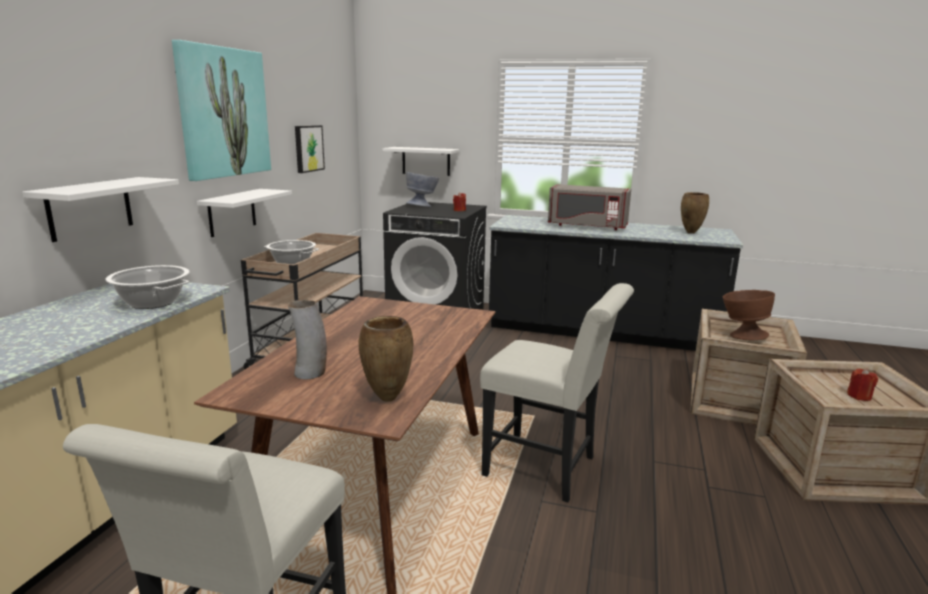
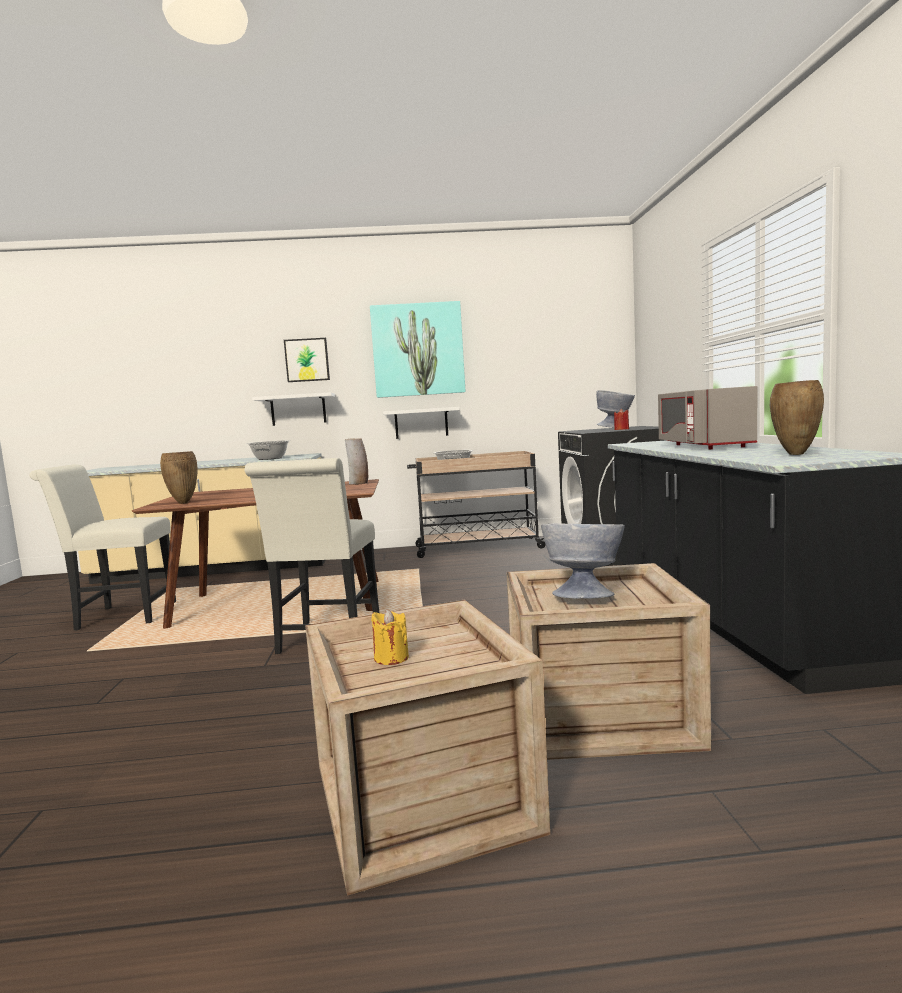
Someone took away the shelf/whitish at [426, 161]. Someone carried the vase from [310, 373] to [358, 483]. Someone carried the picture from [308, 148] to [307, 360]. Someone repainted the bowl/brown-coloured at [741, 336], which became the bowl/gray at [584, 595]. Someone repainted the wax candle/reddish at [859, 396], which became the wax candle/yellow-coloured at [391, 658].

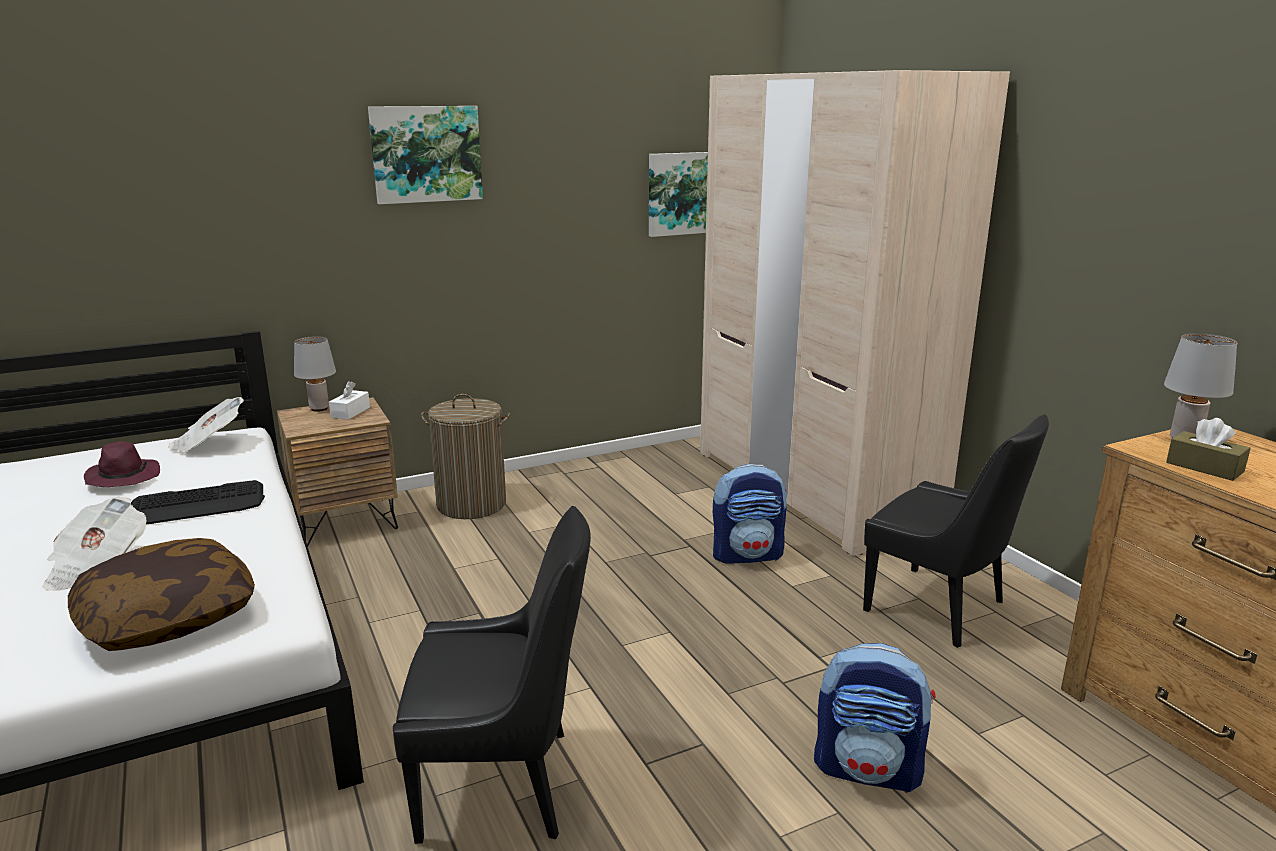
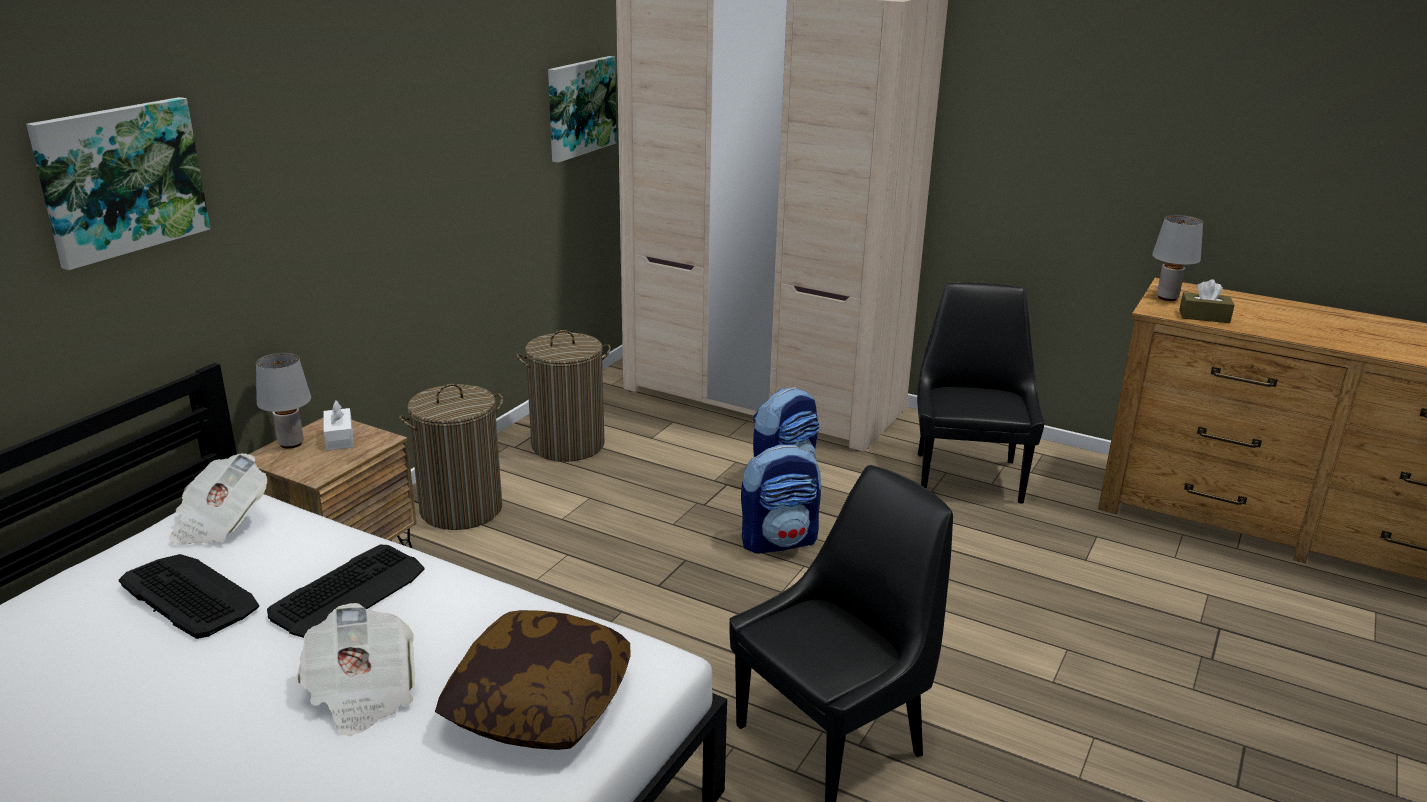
Someone put down the laundry basket at [568, 445]. Someone carried the picture from [426, 154] to [121, 179]. Someone carried the knapsack from [868, 769] to [779, 541]. Someone swapped the wearable hat/purplish at [122, 478] for the computer keyboard at [189, 595]. Someone rotated the upright chair/black-coloured at [939, 608] by 90 degrees counterclockwise.

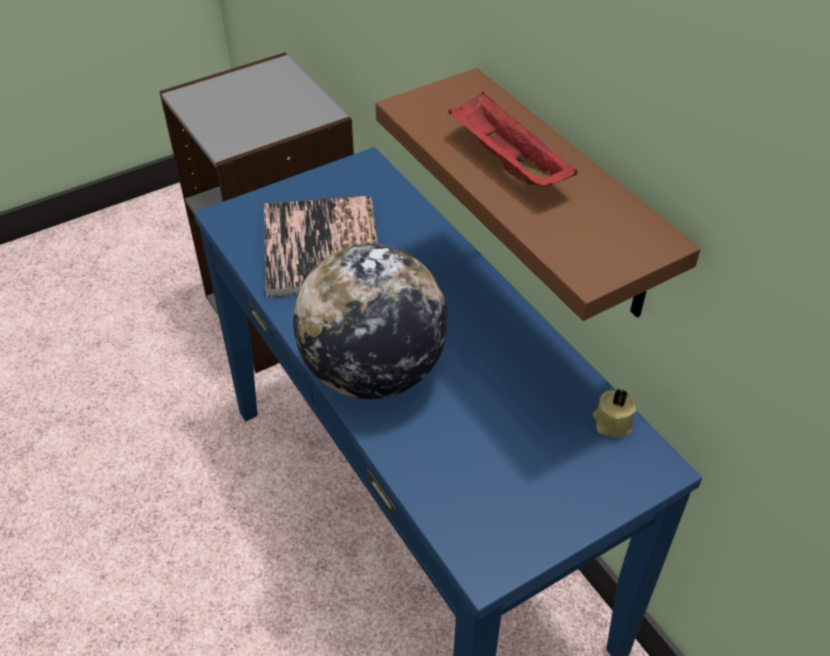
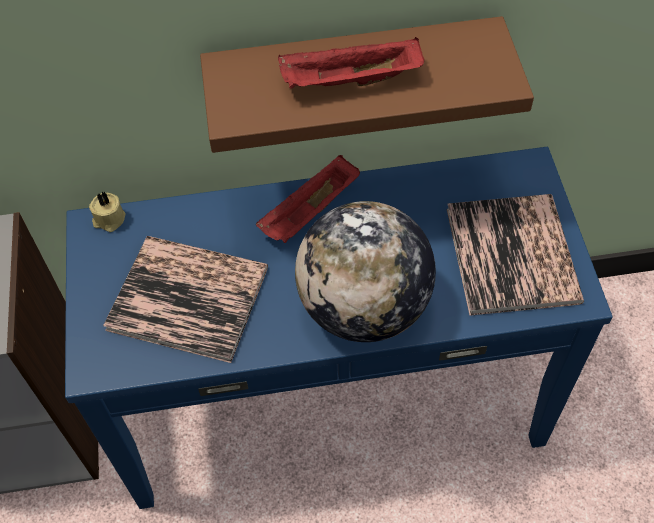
Someone put down the serving tray/reddish at [310, 213]. Someone put down the book at [512, 255]. Someone carried the wax candle/beige-coloured from [611, 423] to [109, 220].

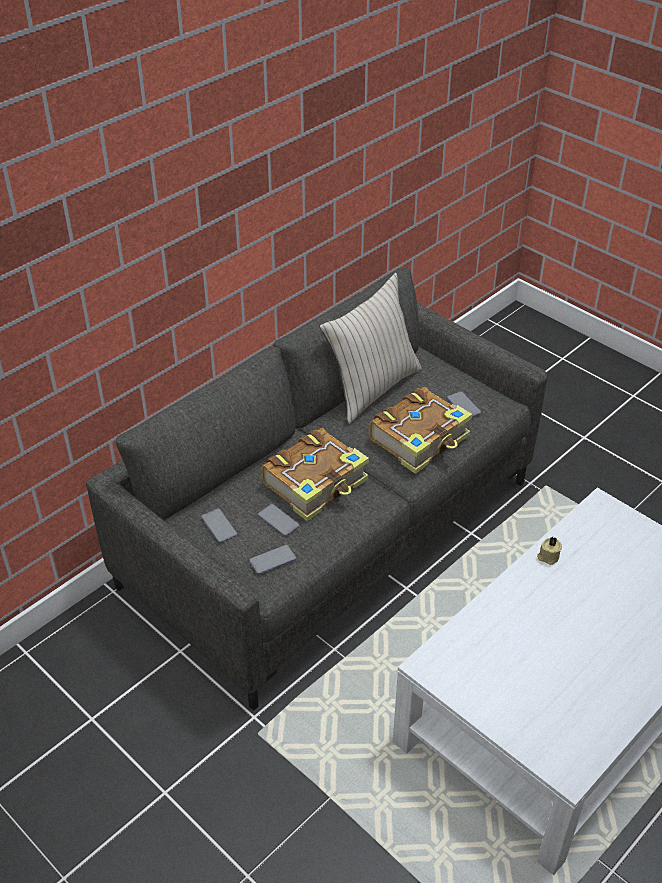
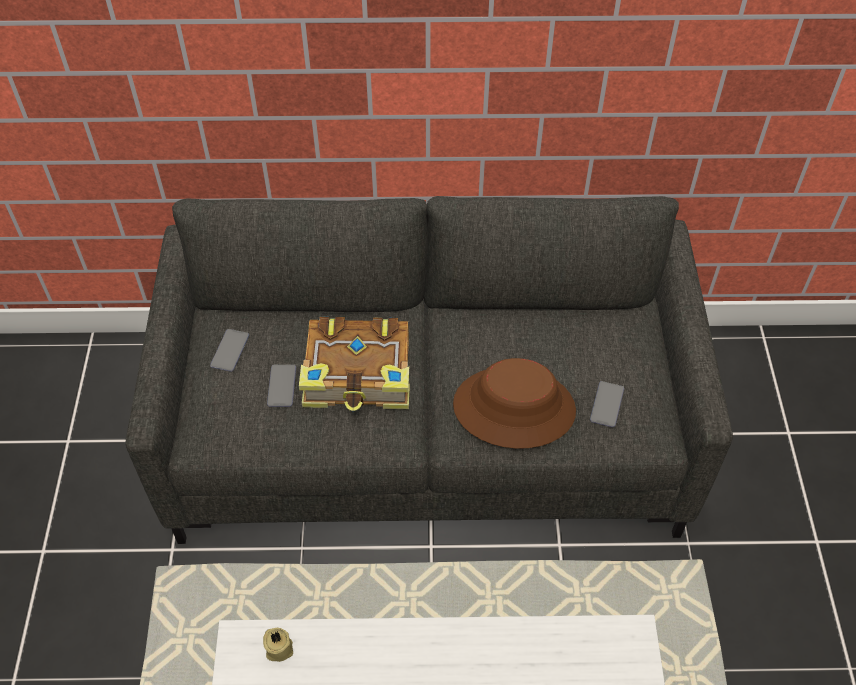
Someone took away the handset at [272, 560]. Someone took away the pillow/beige-coloured at [371, 388]. Someone carried the wax candle/beige-coloured from [548, 557] to [278, 648]. Someone swapped the book at [421, 439] for the wearable hat/brown-coloured at [514, 407].

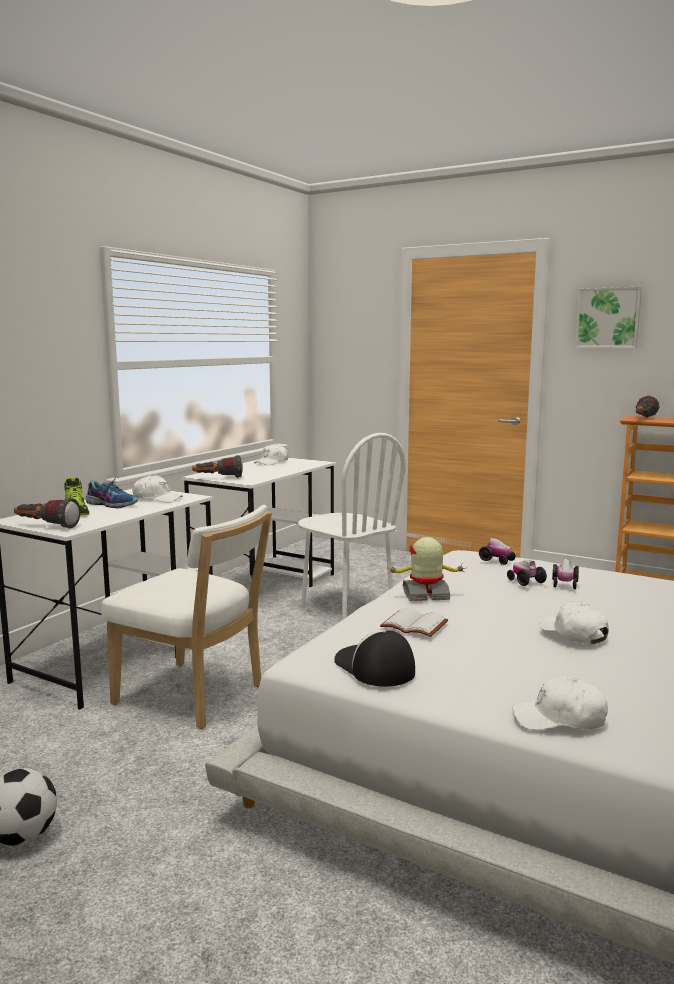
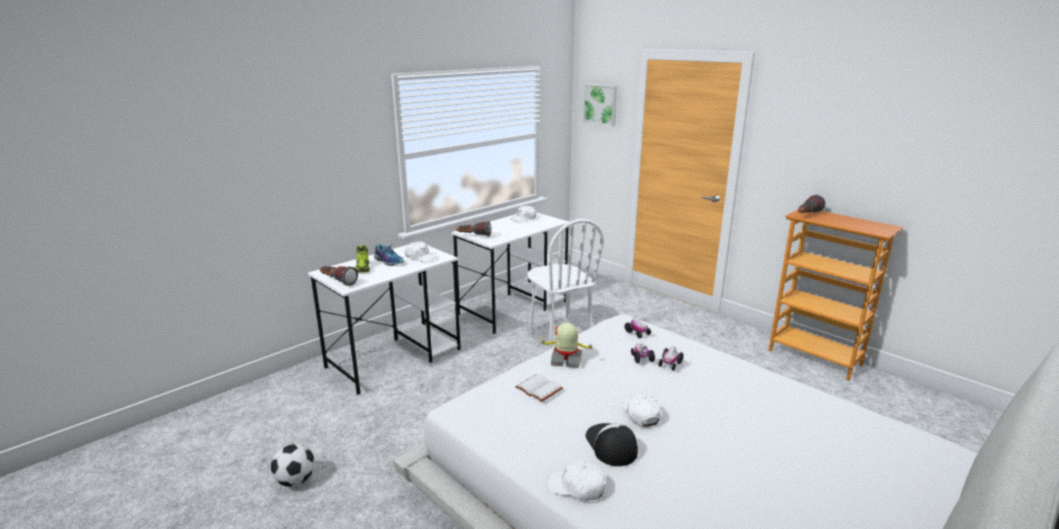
Someone took away the upright chair/whitish at [195, 697]. Someone carried the peaked cap from [374, 667] to [610, 445]. Someone carried the picture from [608, 318] to [601, 104].

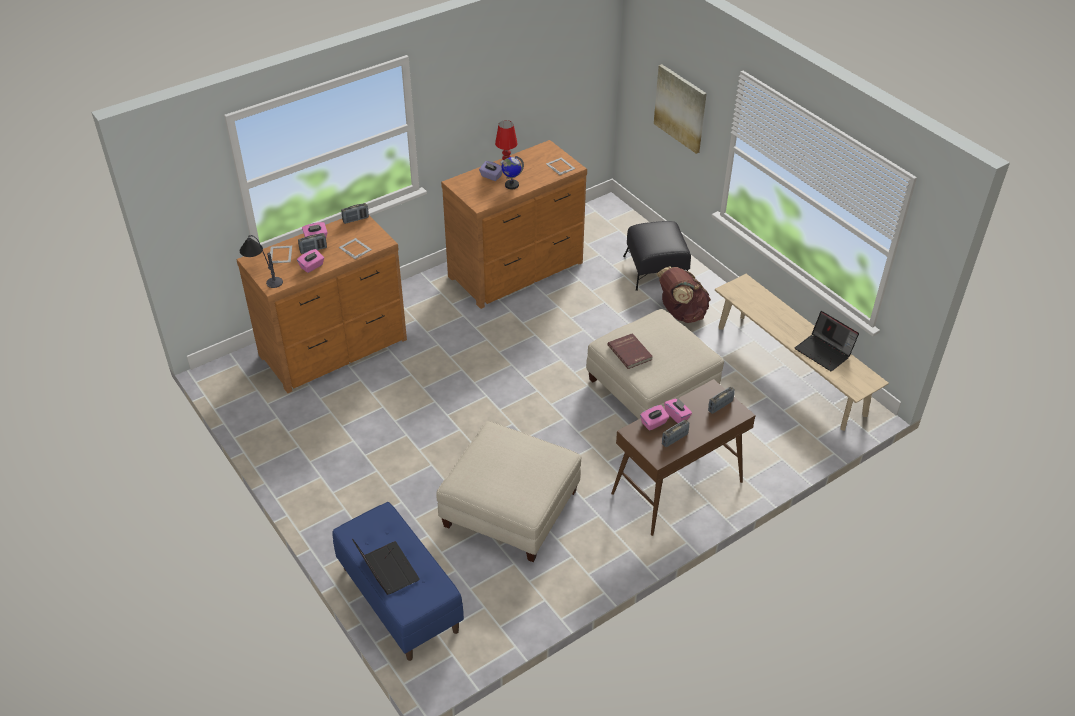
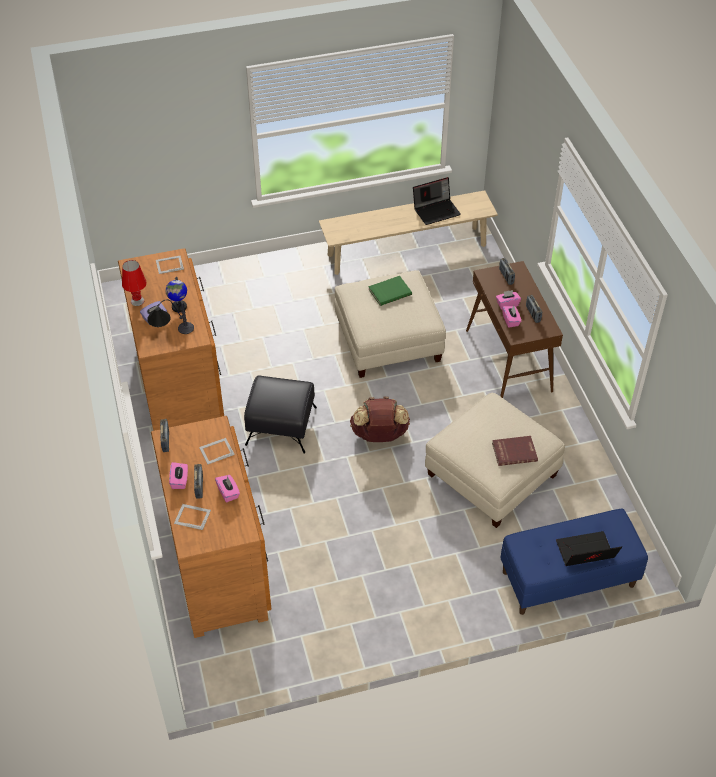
Someone took away the picture at [680, 108]. Someone put down the book/green at [389, 291]. Someone carried the lamp for a table from [262, 276] to [171, 335]. Someone carried the book/reddish from [630, 352] to [514, 451]. Someone carried the ottoman/black-coloured from [656, 269] to [280, 425]. Someone carried the knapsack/brown-coloured from [681, 313] to [379, 435].

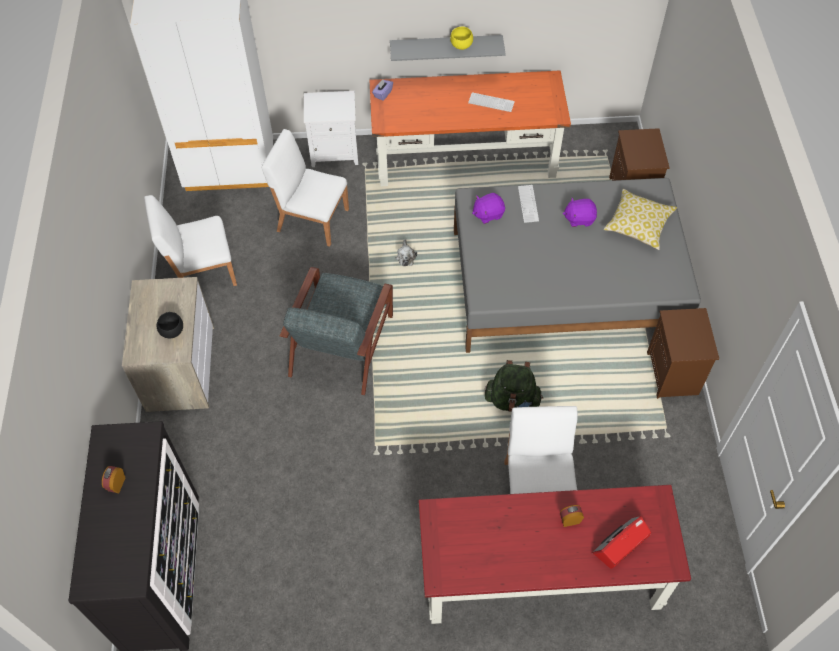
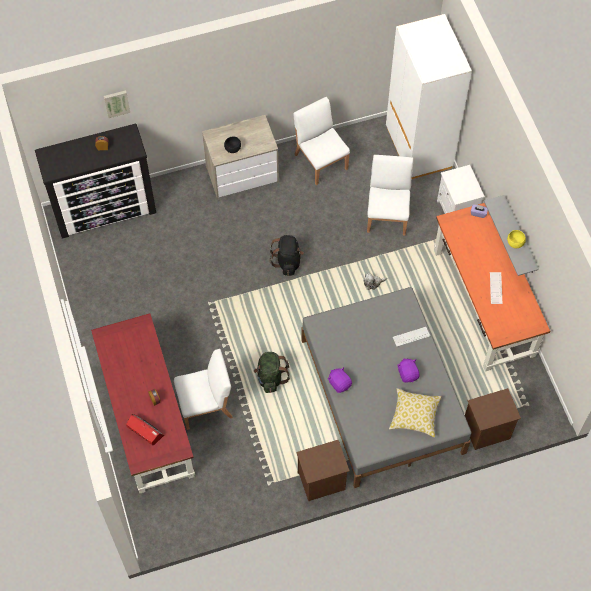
Someone put up the picture at [116, 103]. Someone carried the soft toy/purplish from [488, 214] to [339, 383]. Someone swapped the lounge chair/gray at [342, 343] for the knapsack/black-coloured at [287, 261].

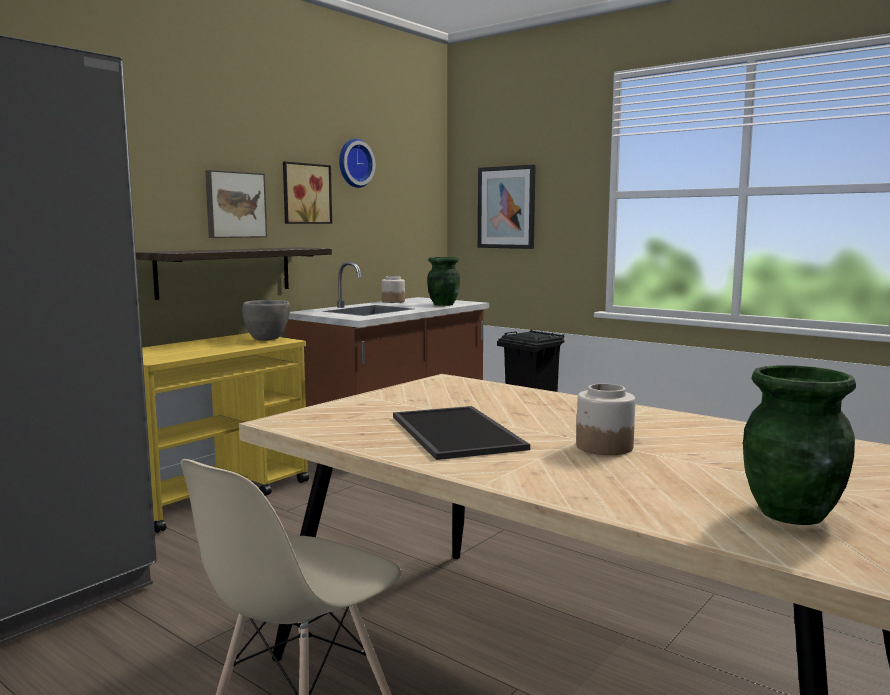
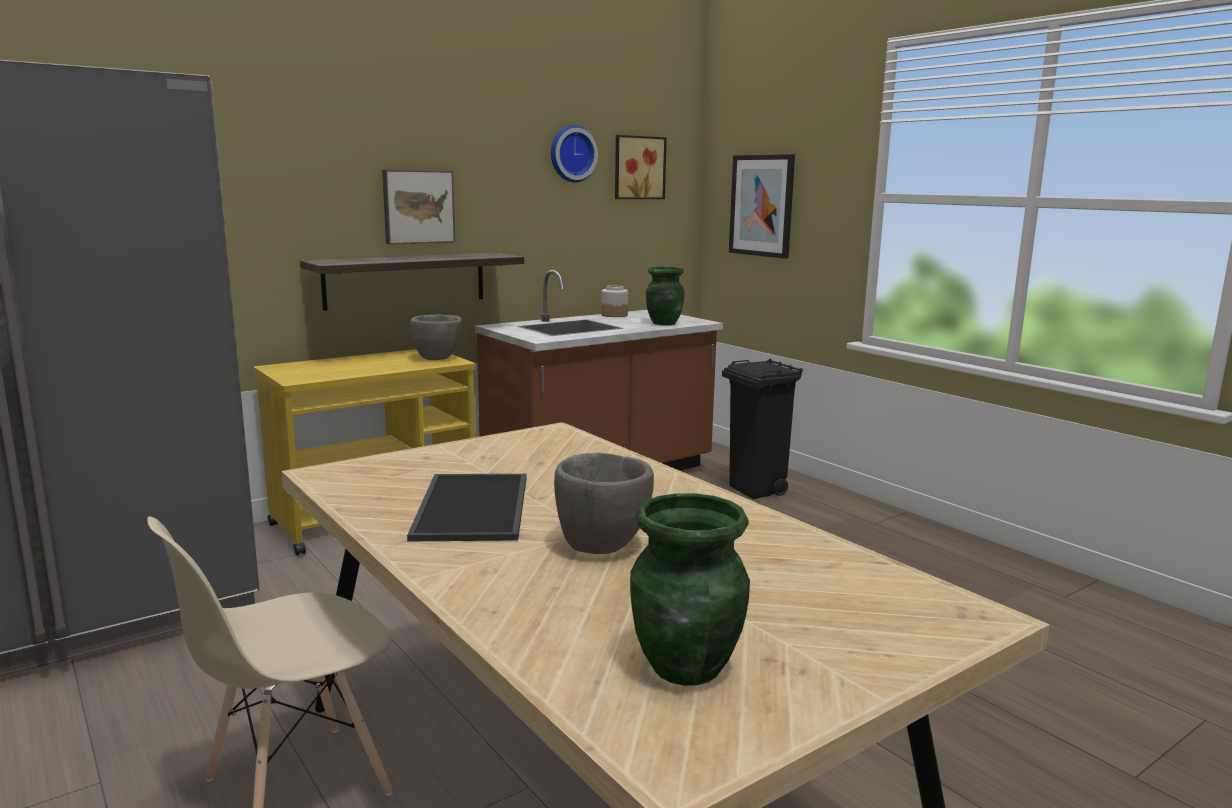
Someone carried the picture from [305, 193] to [638, 168]. Someone swapped the storage jar at [604, 447] for the bowl/gray at [602, 545].

